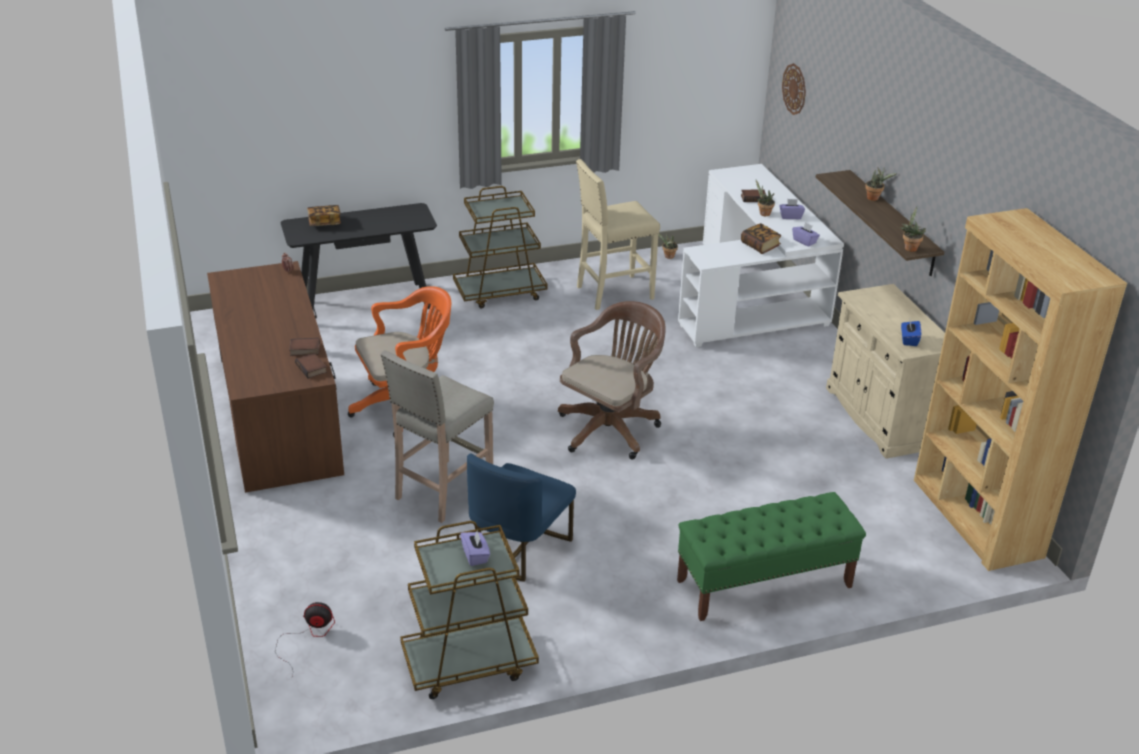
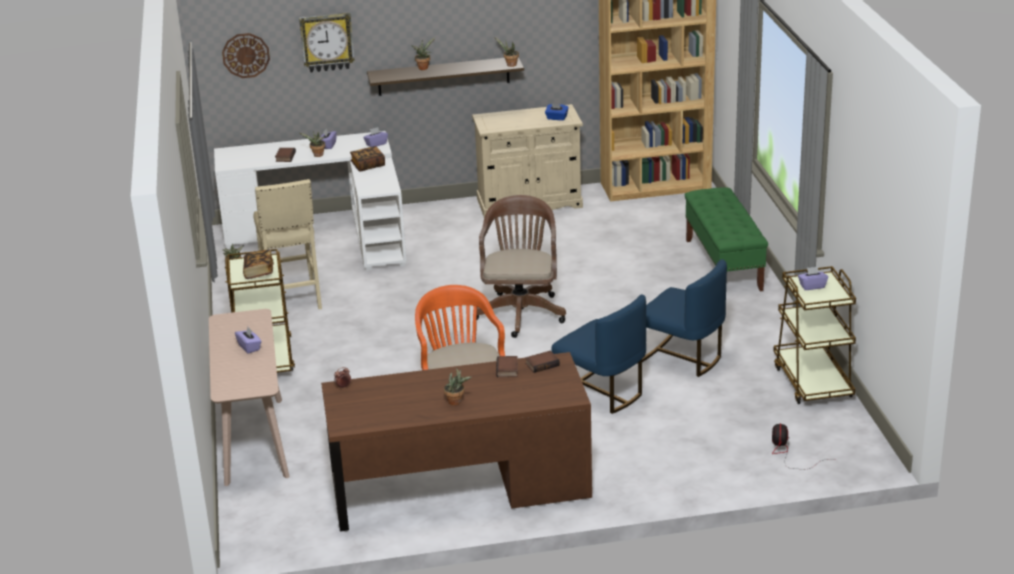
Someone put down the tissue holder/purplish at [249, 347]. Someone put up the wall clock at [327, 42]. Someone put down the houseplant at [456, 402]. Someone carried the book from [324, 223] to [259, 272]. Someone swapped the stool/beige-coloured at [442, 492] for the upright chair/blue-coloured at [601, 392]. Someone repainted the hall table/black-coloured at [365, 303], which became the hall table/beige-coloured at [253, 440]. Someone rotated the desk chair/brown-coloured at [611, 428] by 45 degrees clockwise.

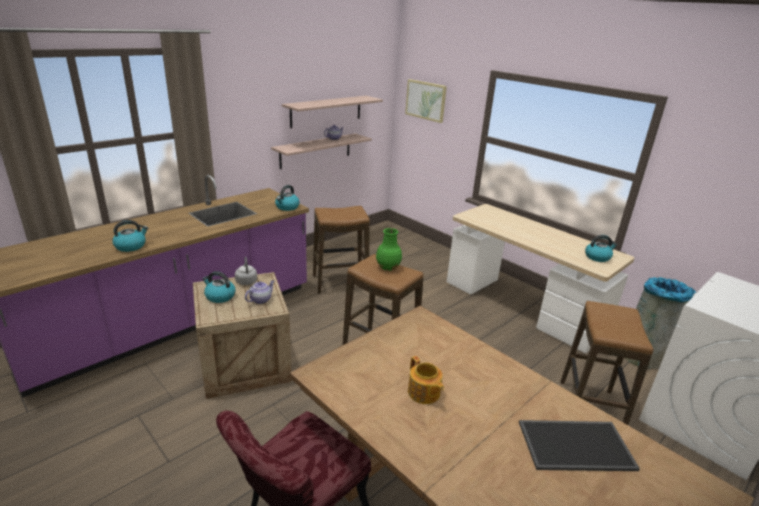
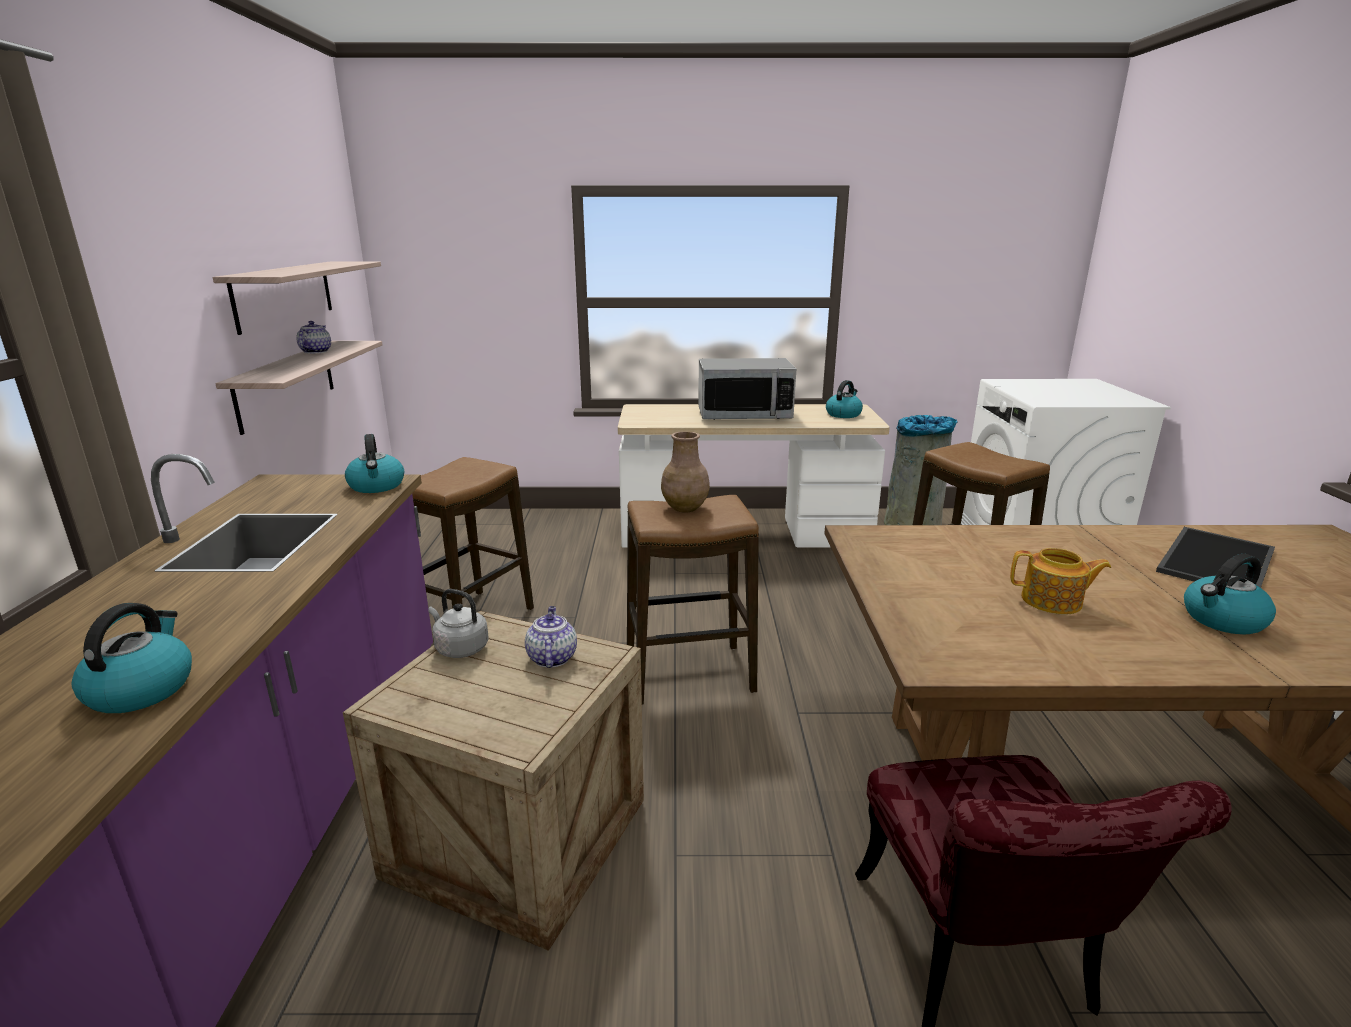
Someone took away the picture at [426, 100]. Someone put down the kitchen microwave at [744, 415]. Someone carried the tea kettle from [219, 296] to [1222, 620]. Someone repainted the vase/green at [388, 267], which became the vase/brown-coloured at [685, 508].

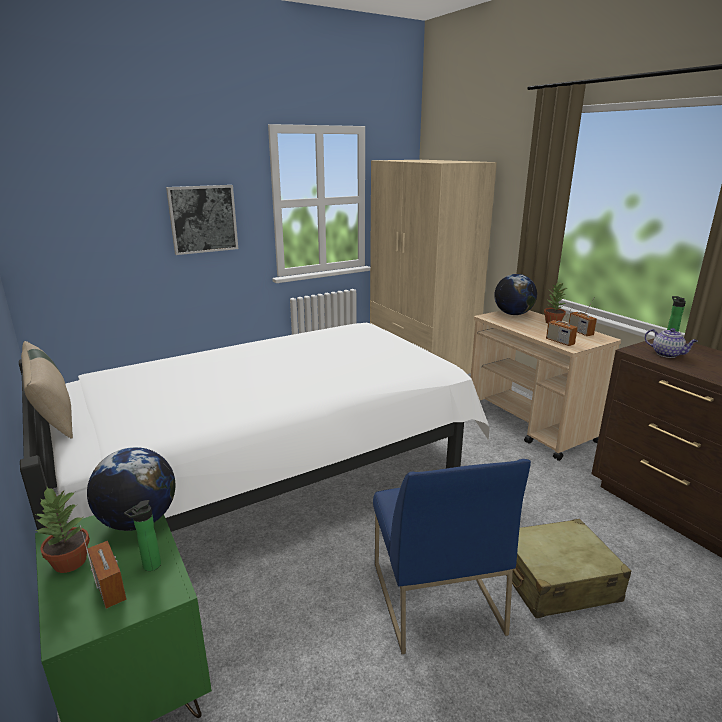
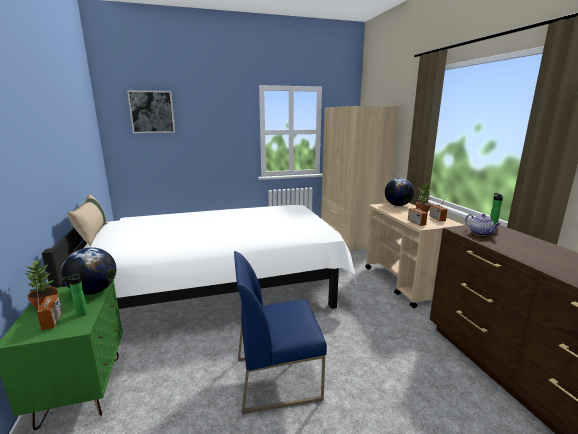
Someone took away the travel case/beige-coloured at [555, 581]. Someone carried the picture from [203, 219] to [152, 112]. Someone rotated the upright chair/blue-coloured at [435, 596] by 75 degrees clockwise.

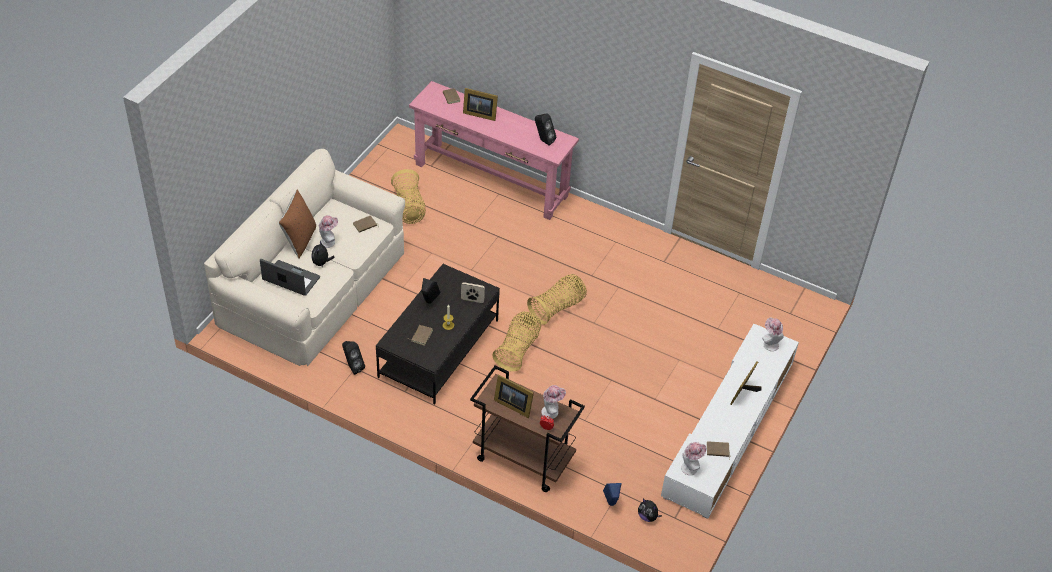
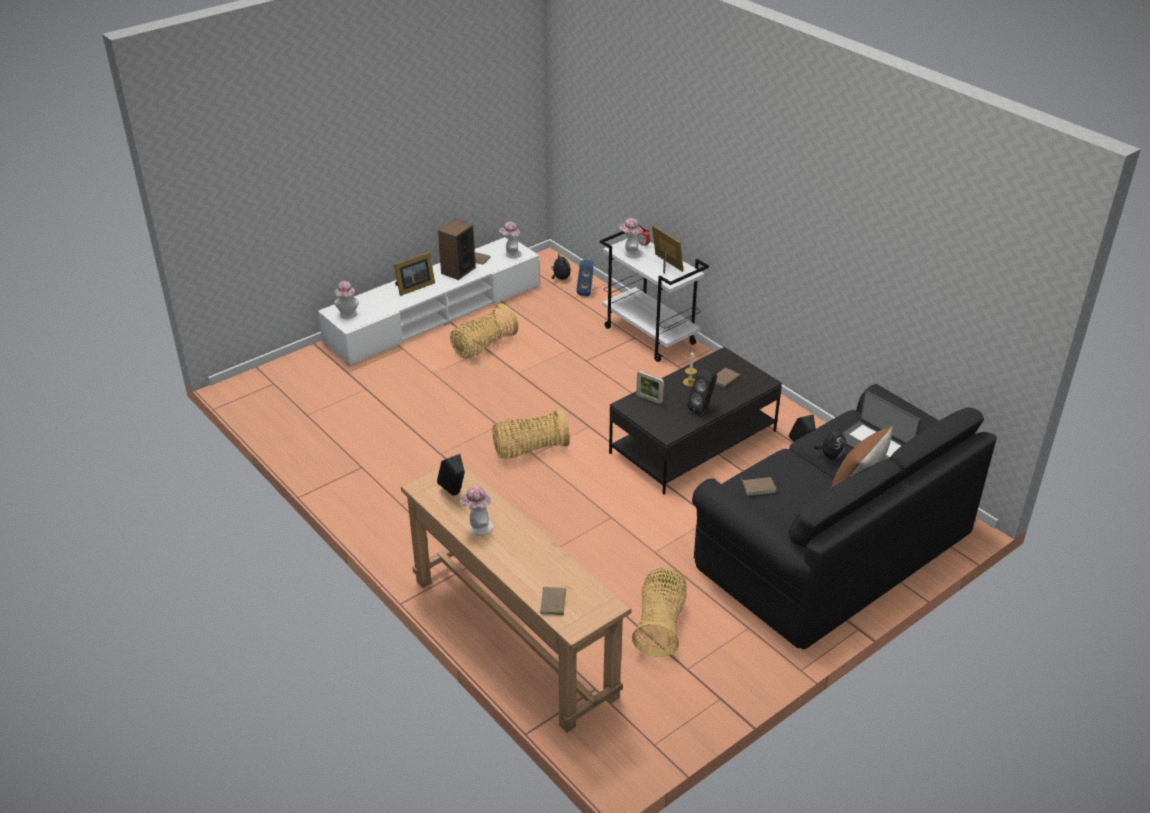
Someone took away the standing frame at [479, 113]. Someone put down the audio speaker at [458, 270]. Someone carried the wearable hat from [329, 241] to [478, 528]. Someone carried the storage basket from [517, 349] to [483, 346]. Someone repainted the settee/beige-coloured at [313, 287], which became the settee/black-coloured at [832, 547]. Someone repainted the hall table/pink at [491, 180], which became the hall table/brown-coloured at [513, 637]. Someone repainted the wheeled cart/brown-coloured at [522, 459], which became the wheeled cart/whitish at [650, 336].

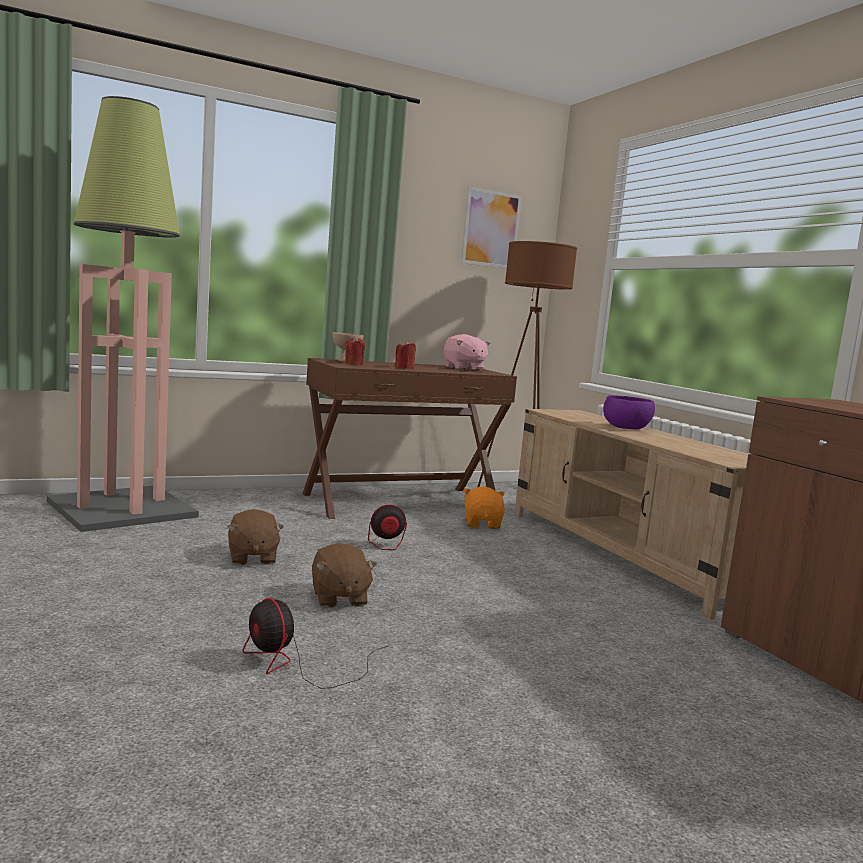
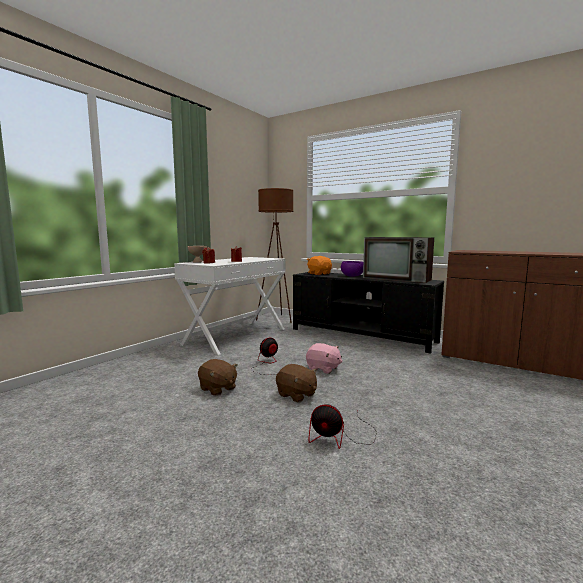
Someone took away the floor lamp at [123, 508]. Someone took away the picture at [491, 229]. Someone put down the TV set at [397, 279]. Someone carried the soft toy/pink from [463, 368] to [323, 369]. Someone carried the soft toy/orangey from [482, 524] to [319, 274]. Someone repainted the hall table/brown-coloured at [401, 502], which became the hall table/whitish at [236, 336]. Someone repainted the tv stand/beige-coloured at [625, 555], which became the tv stand/black-coloured at [362, 335].

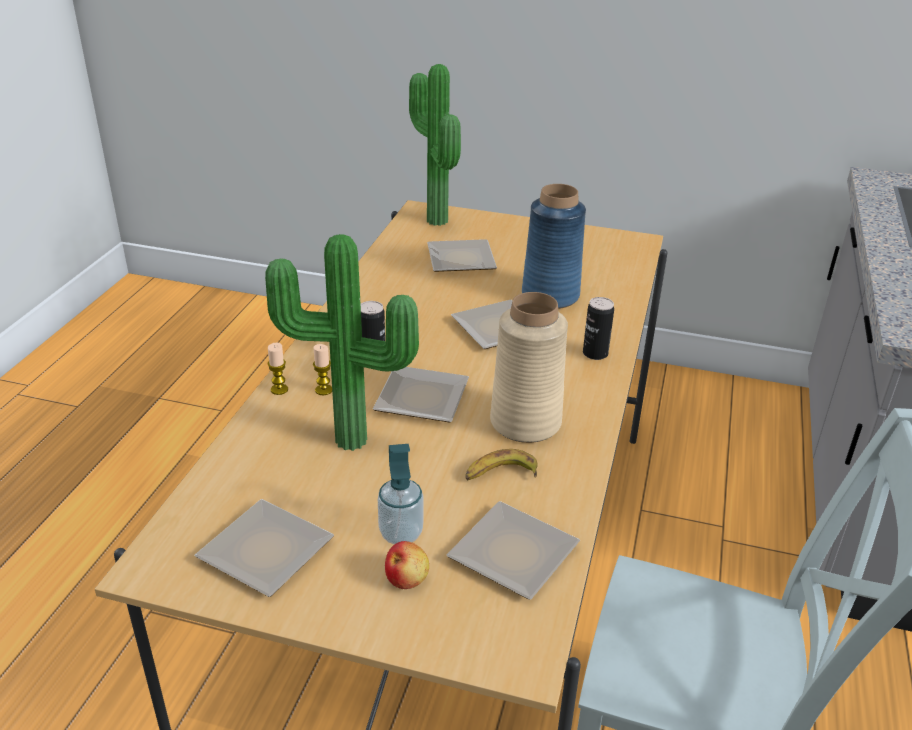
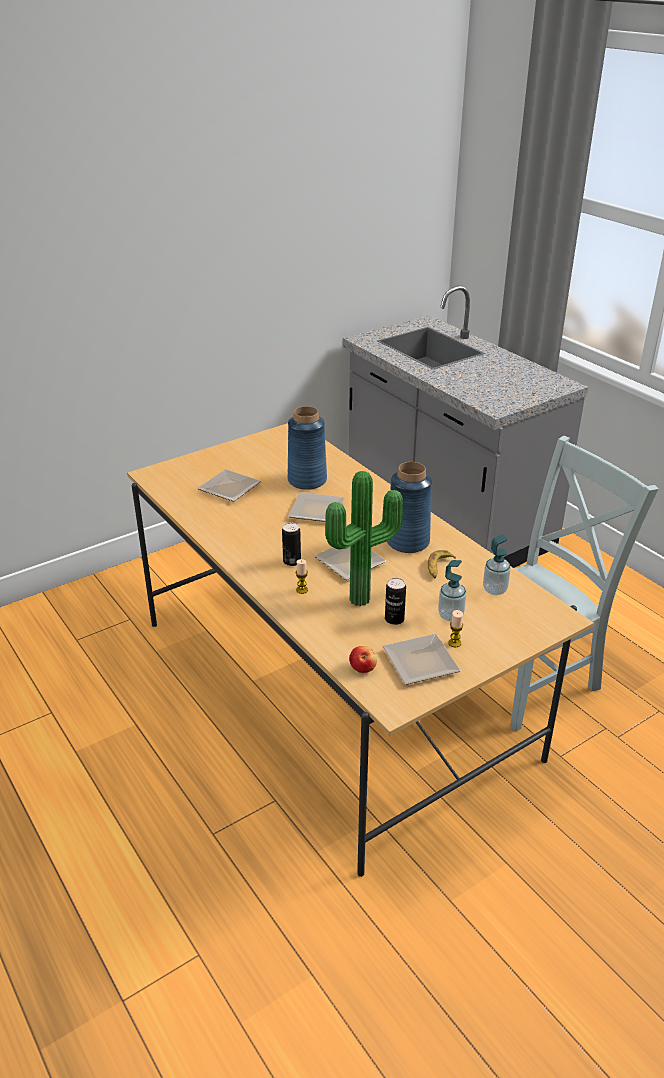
Someone took away the houseplant at [433, 221]. Someone carried the wax candle from [279, 389] to [454, 643]. Someone carried the whole apple from [407, 578] to [363, 667]. Someone carried the can from [595, 353] to [394, 619]. Someone swapped the plate at [512, 550] for the liquid soap bottle at [494, 589]. Someone repainted the vase/beige-coloured at [525, 422], which became the vase/blue-coloured at [408, 542].

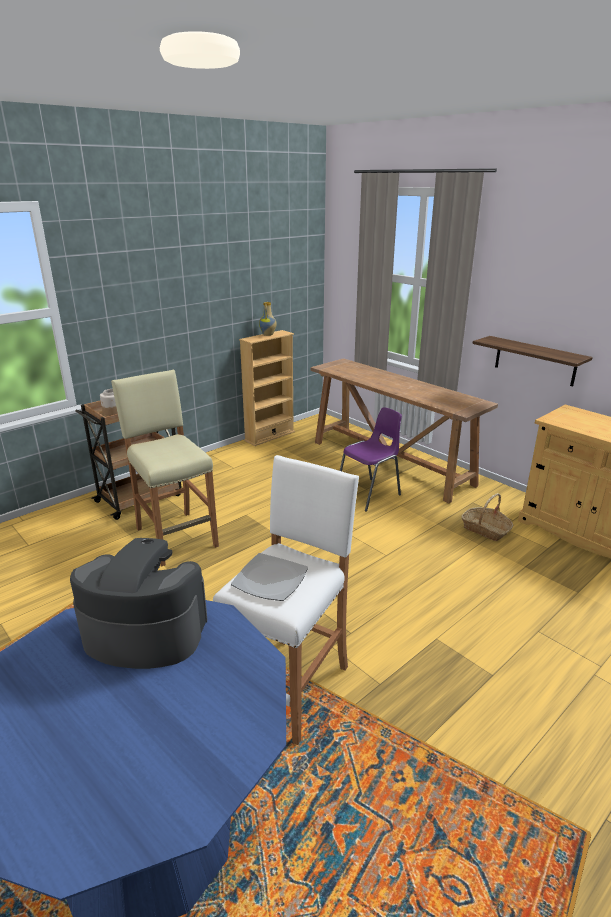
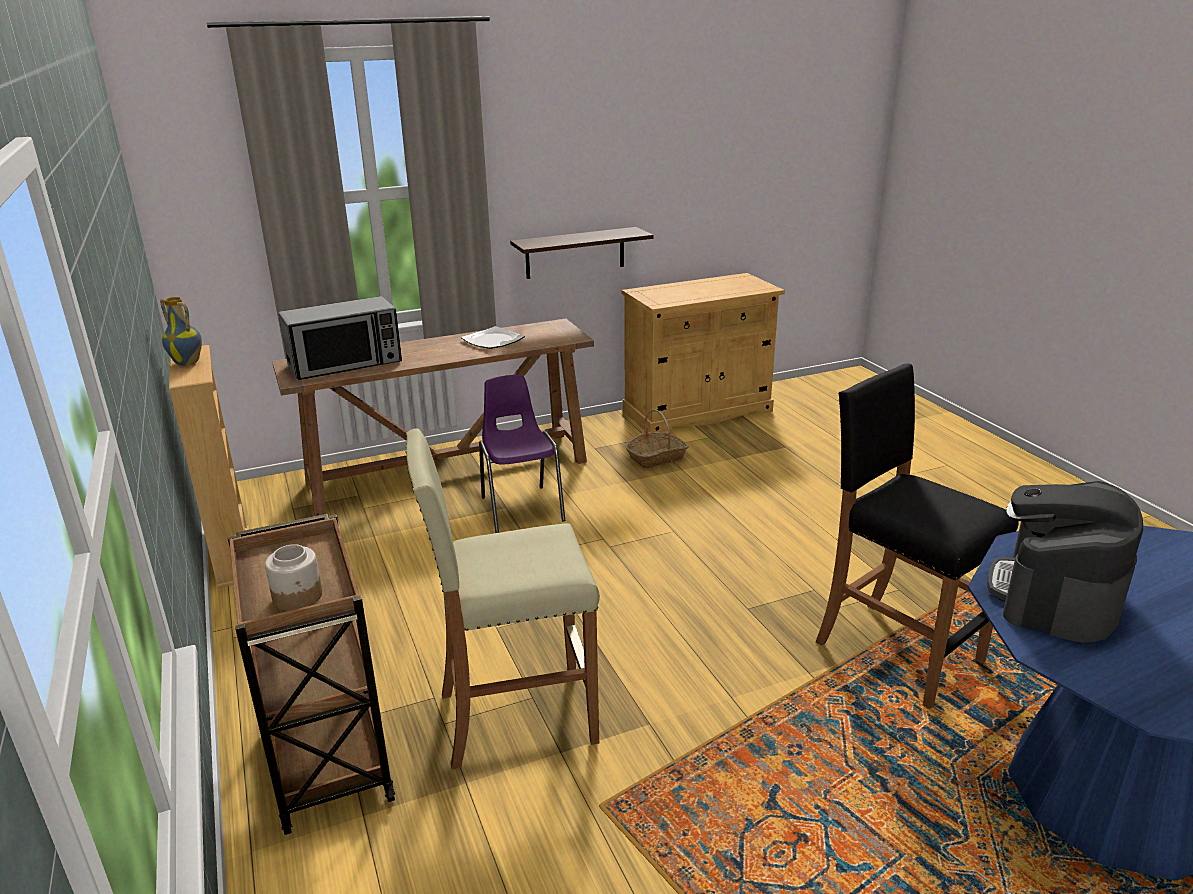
Someone put down the kitchen microwave at [346, 364]. Someone carried the plate from [271, 579] to [493, 340]. Someone repainted the stool/whitish at [290, 686], which became the stool/black-coloured at [896, 651].

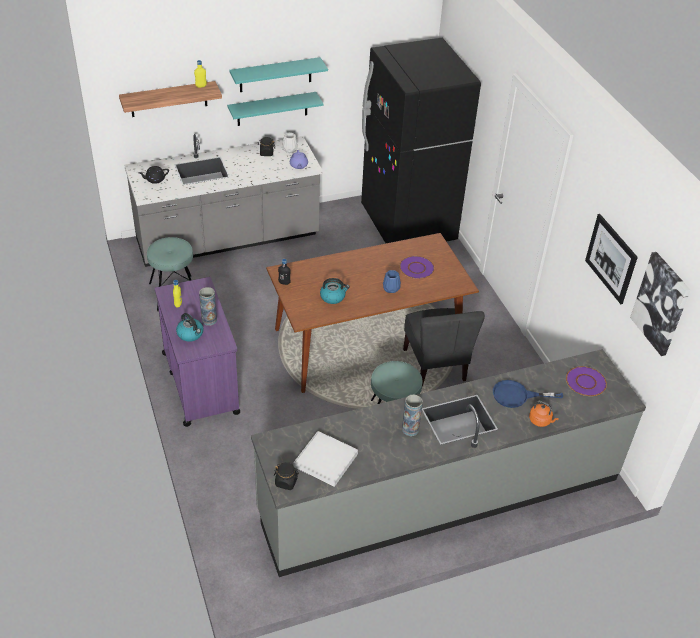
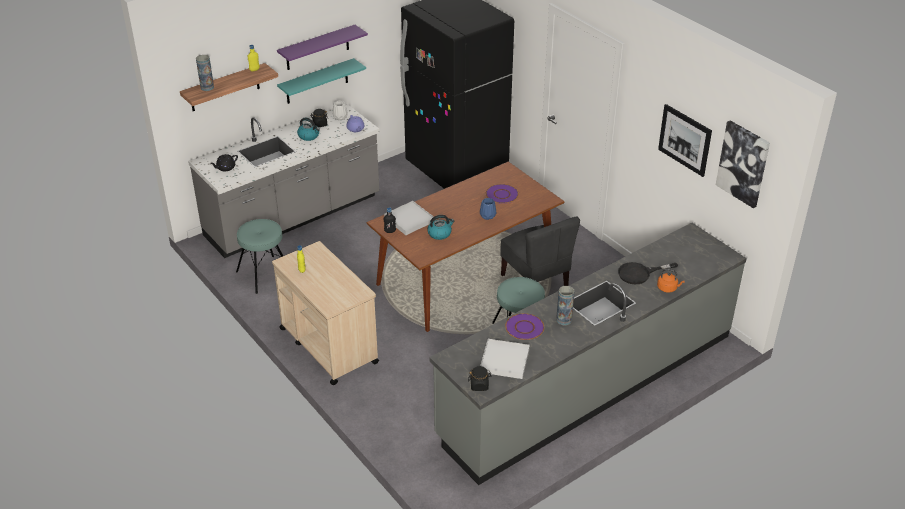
Someone put down the serving tray/whitish at [409, 220]. Someone carried the tea kettle from [190, 334] to [309, 136]. Someone carried the vase from [209, 320] to [207, 87]. Someone carried the plate/purplish from [585, 382] to [524, 327]. Someone repainted the wheeled cart/purplish at [200, 382], which became the wheeled cart/beige-coloured at [328, 345]. Someone repainted the shelf/turquoise-coloured at [275, 75], which became the shelf/purplish at [317, 48]. Someone repainted the skillet/blue-coloured at [517, 396], which became the skillet/black-coloured at [639, 274].

